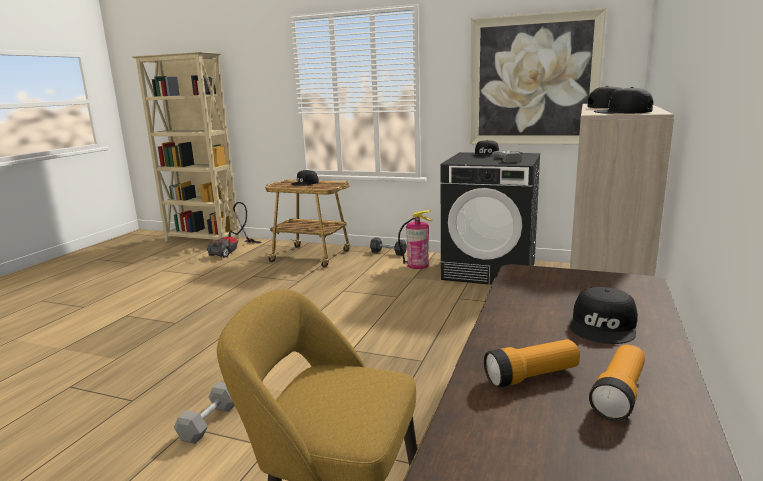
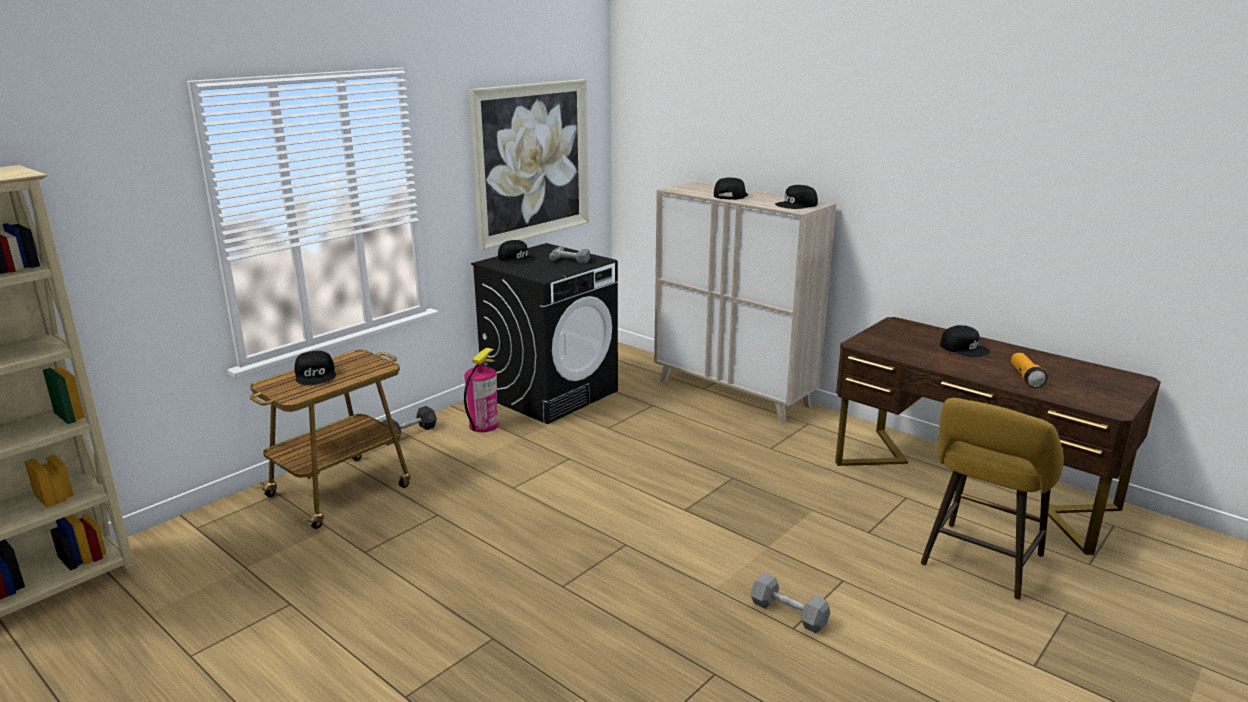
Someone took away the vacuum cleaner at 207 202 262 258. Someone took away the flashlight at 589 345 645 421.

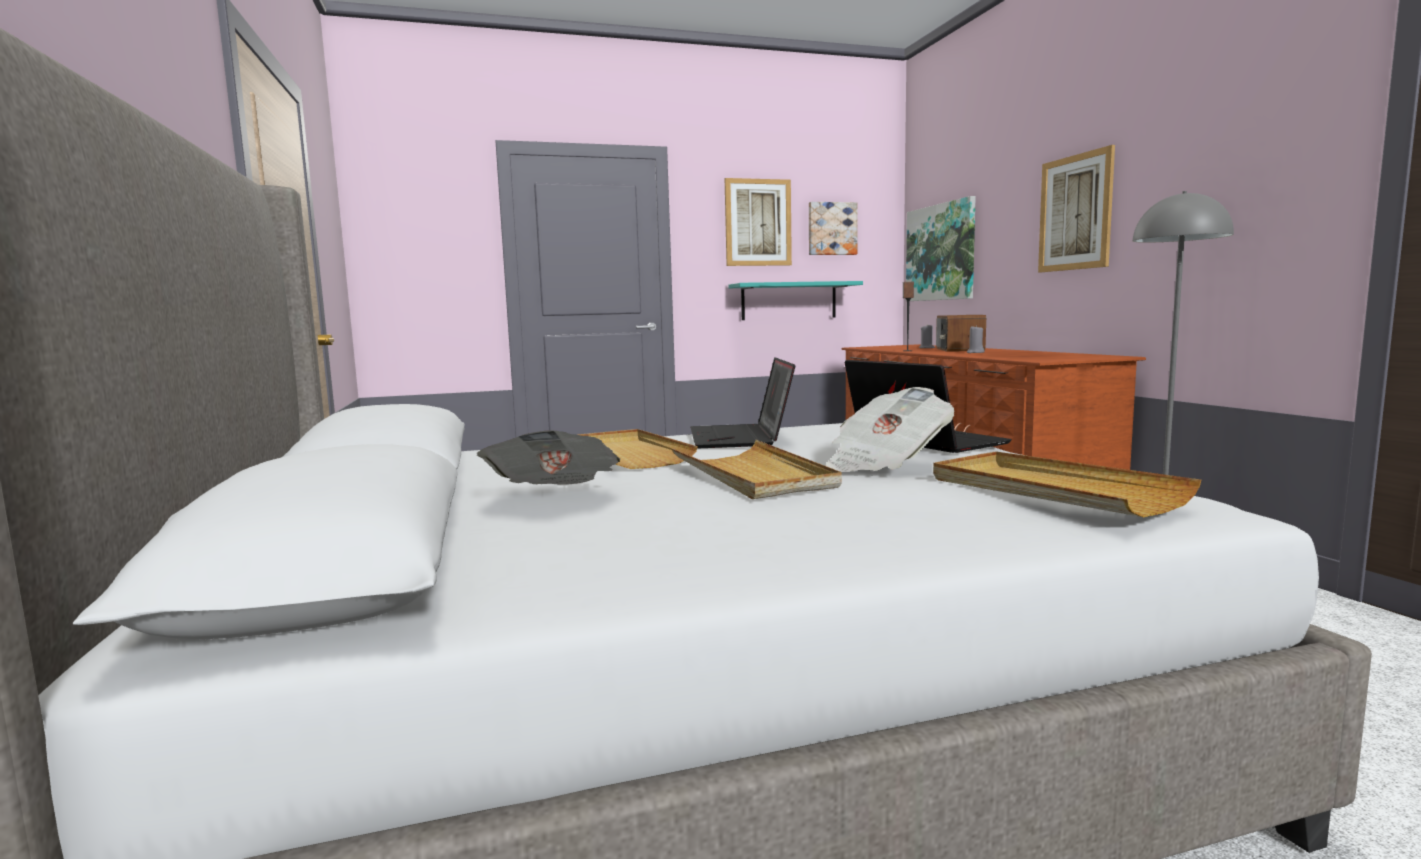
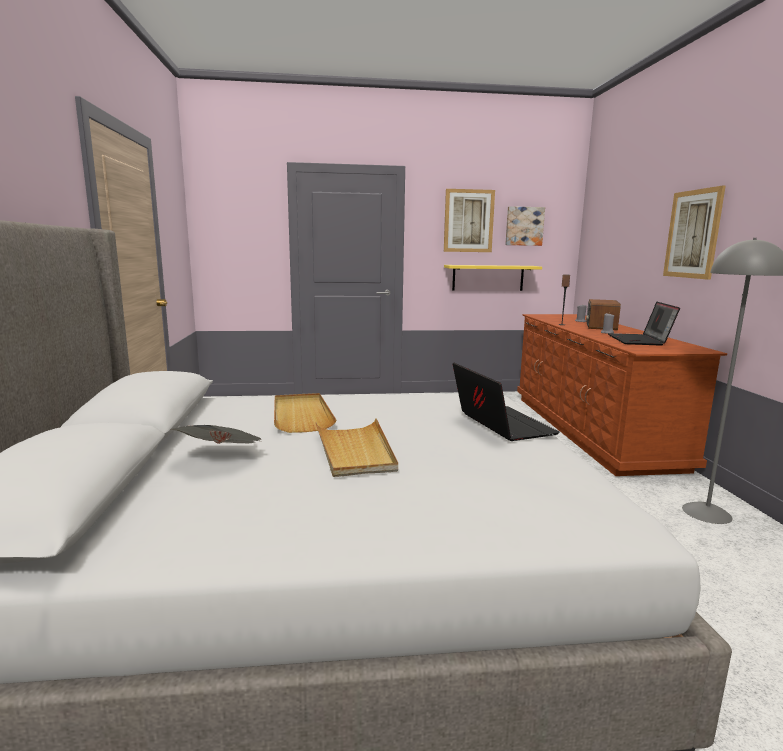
Someone repainted the shelf/turquoise at 728 281 863 320, which became the shelf/yellow at 444 265 542 291. Someone carried the laptop from 690 357 795 448 to 608 302 680 346. Someone took away the newspaper at 826 387 954 472. Someone took away the picture at 906 196 976 301. Someone took away the tray/beige at 933 451 1201 517.

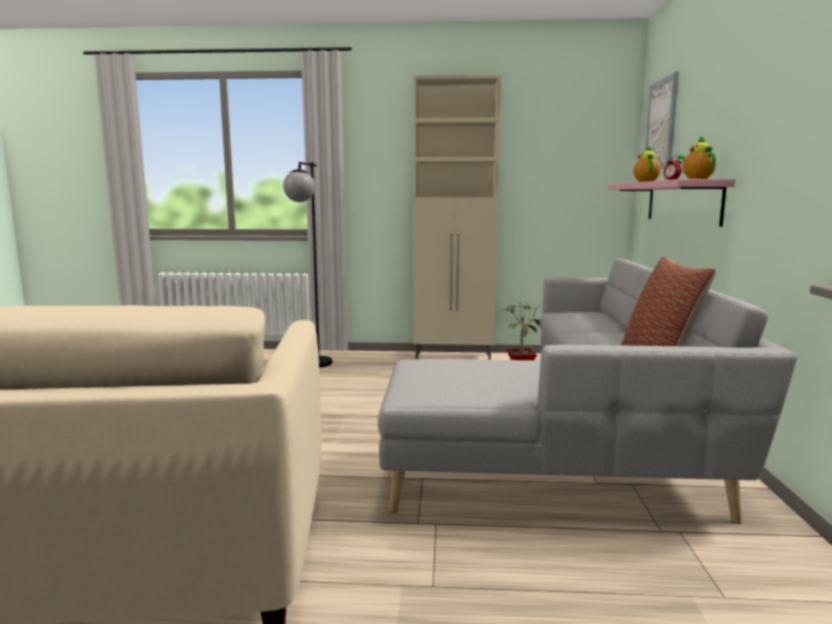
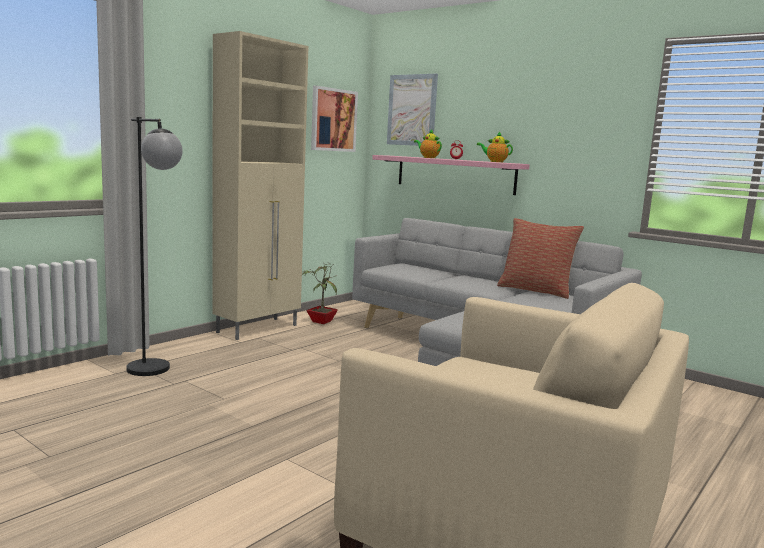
Someone put up the picture at 311 86 358 152.

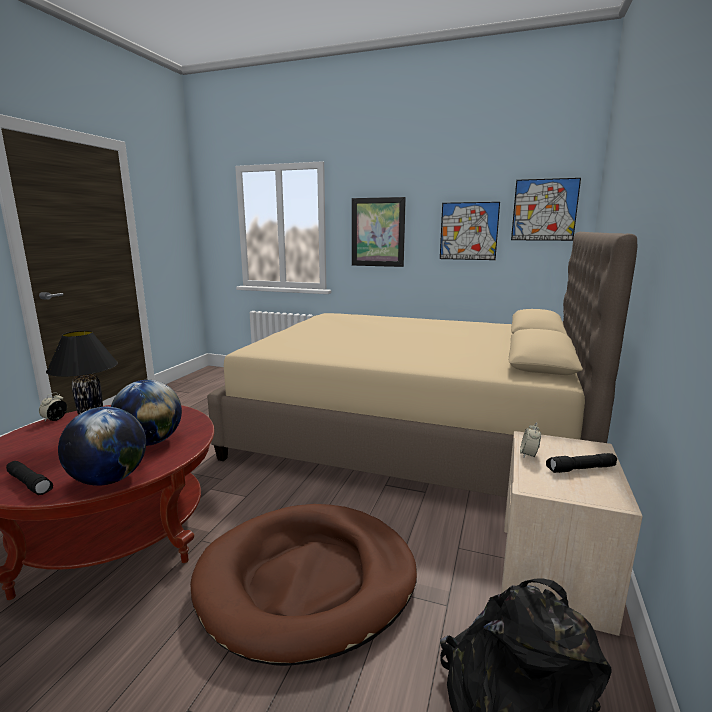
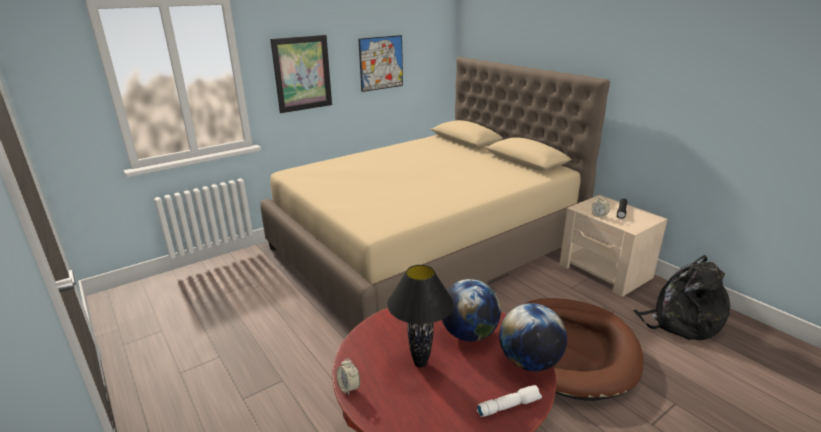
Someone repainted the flashlight/black at 6 461 53 495, which became the flashlight/white at 477 385 542 417. Someone took away the picture at 511 178 581 241.

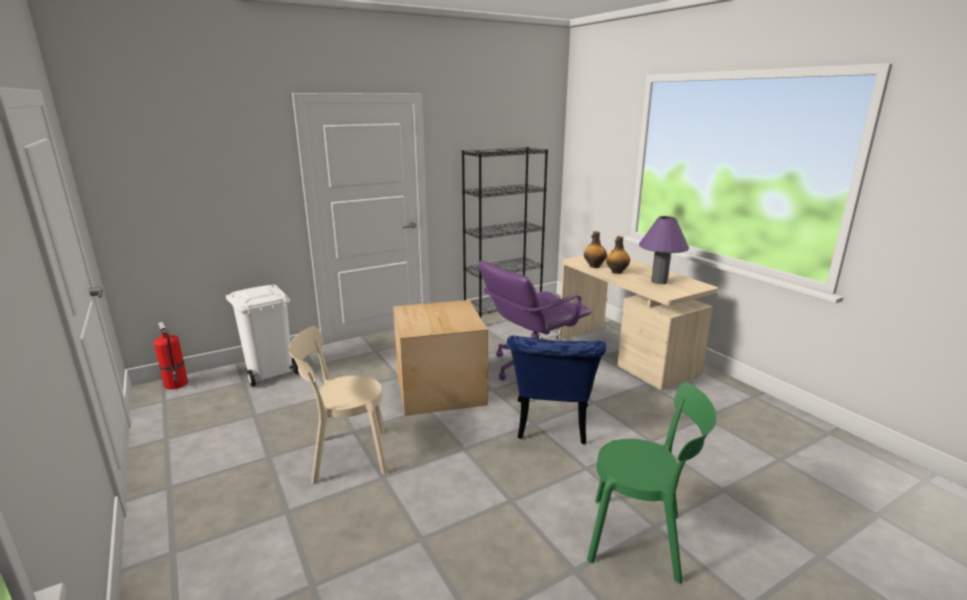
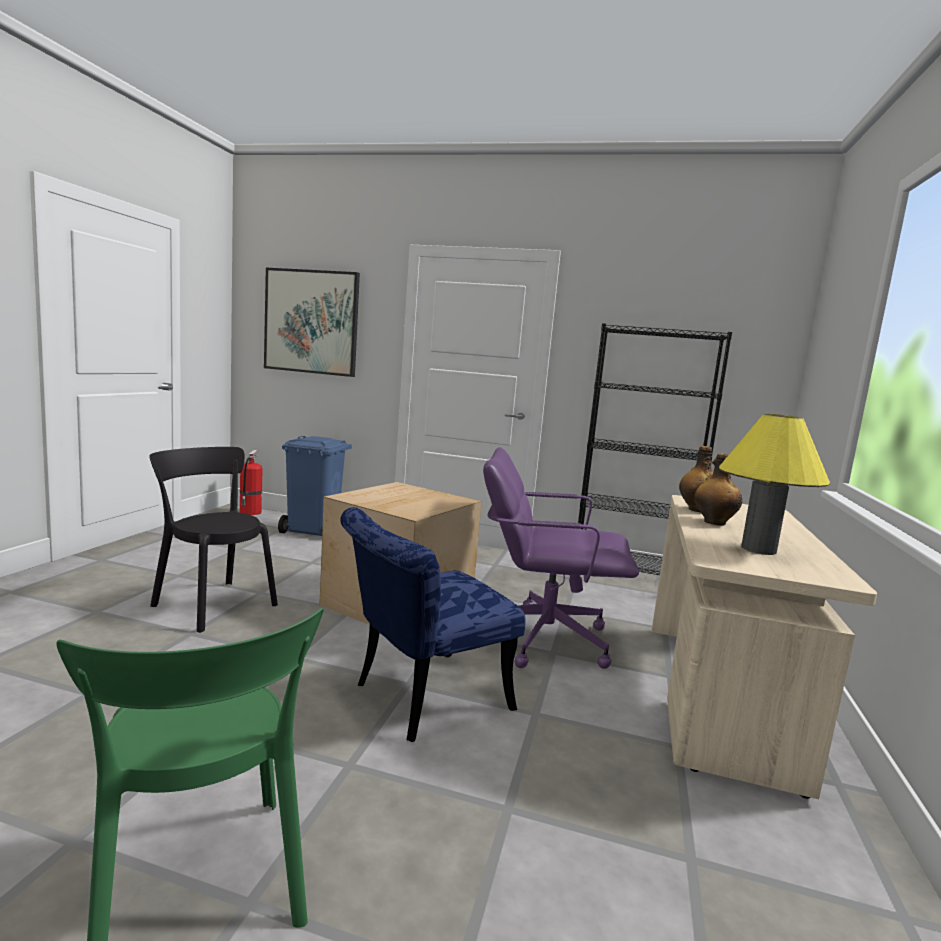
Someone repainted the chair/beige at 289 327 388 484, which became the chair/black at 149 447 278 633. Someone put up the picture at 264 268 360 377. Someone repainted the trash can/white at 226 285 299 387, which became the trash can/blue at 278 436 352 536. Someone repainted the table lamp/purple at 639 216 689 284, which became the table lamp/yellow at 719 413 830 555.

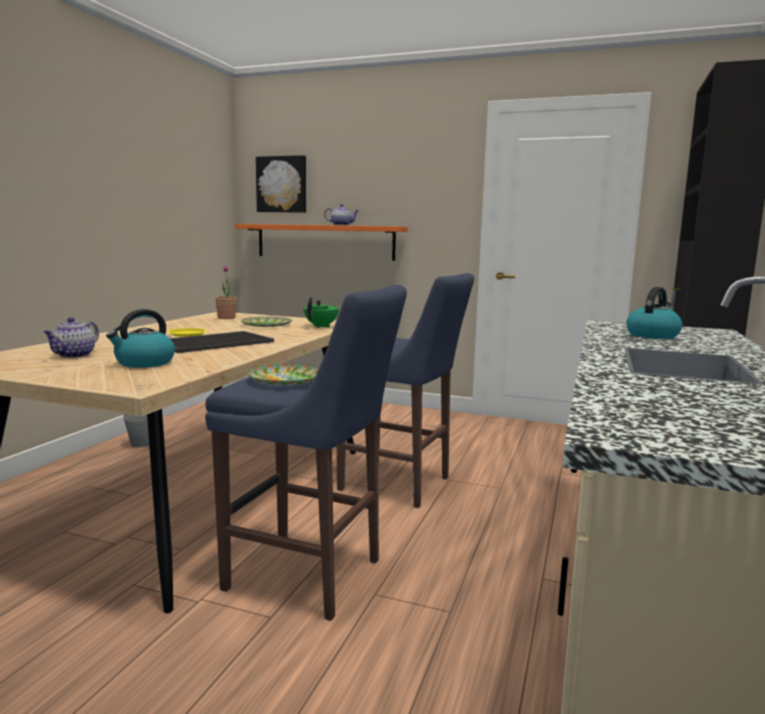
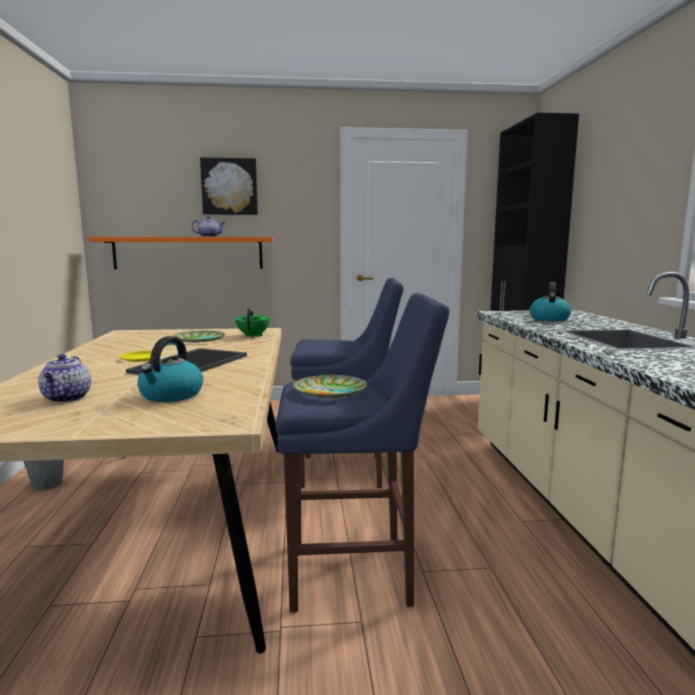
Someone carried the picture from 256 155 306 213 to 200 158 258 215. Someone took away the potted plant at 215 266 237 319.

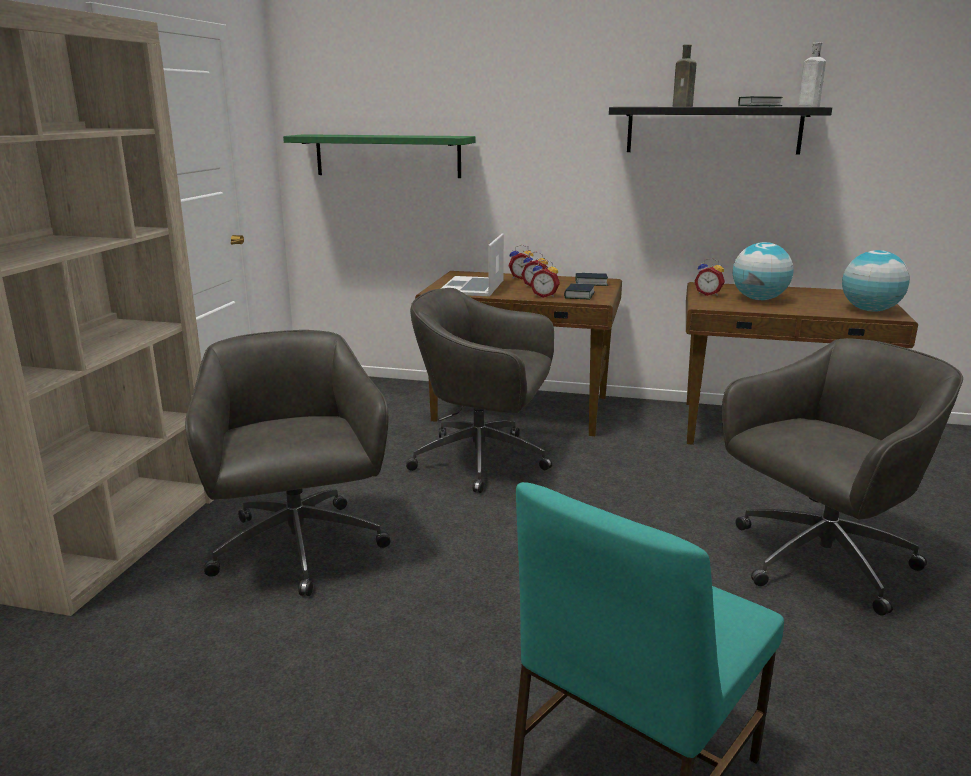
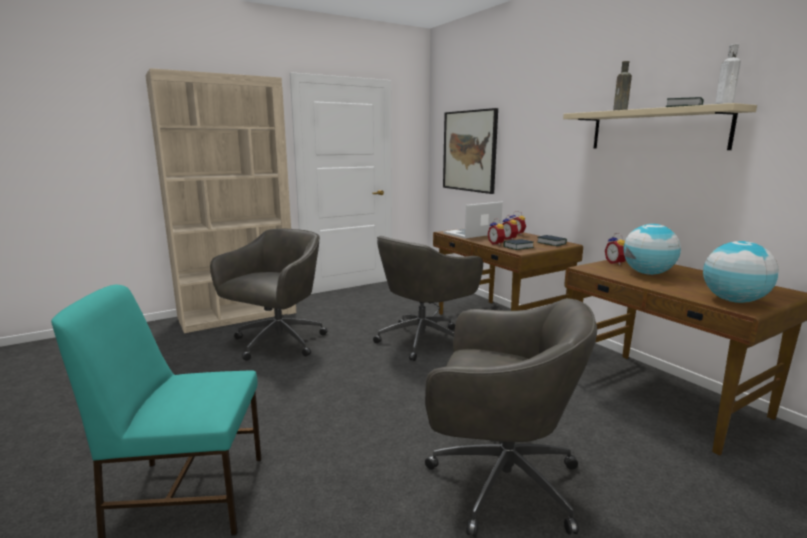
Someone rotated the office chair/grey at 406 288 554 493 by 105 degrees counterclockwise. Someone swapped the shelf/green at 283 134 476 178 for the picture at 443 108 498 194. Someone repainted the shelf/black at 609 107 832 155, which became the shelf/beige at 563 103 757 150.

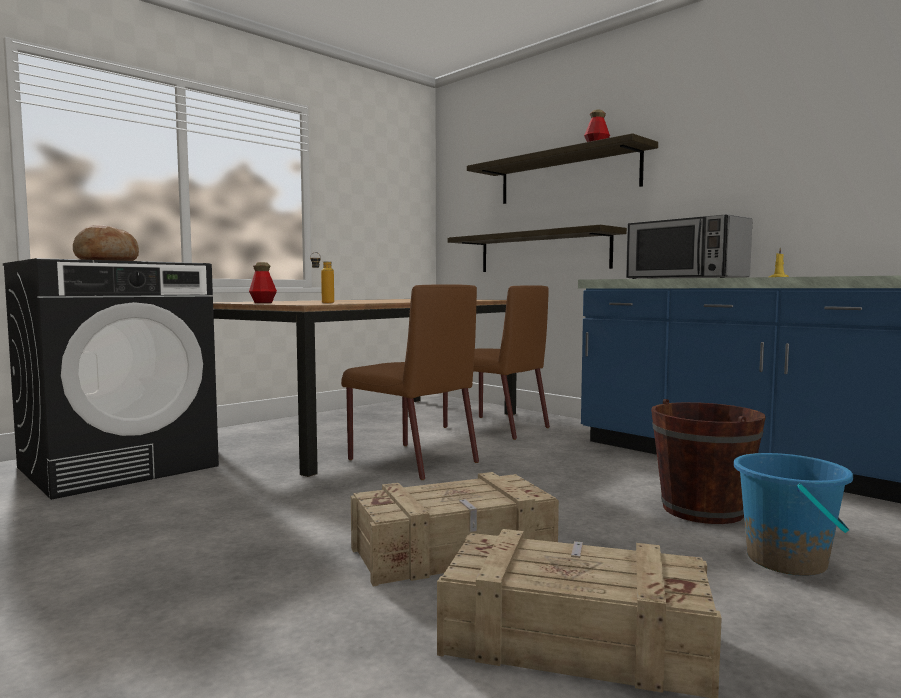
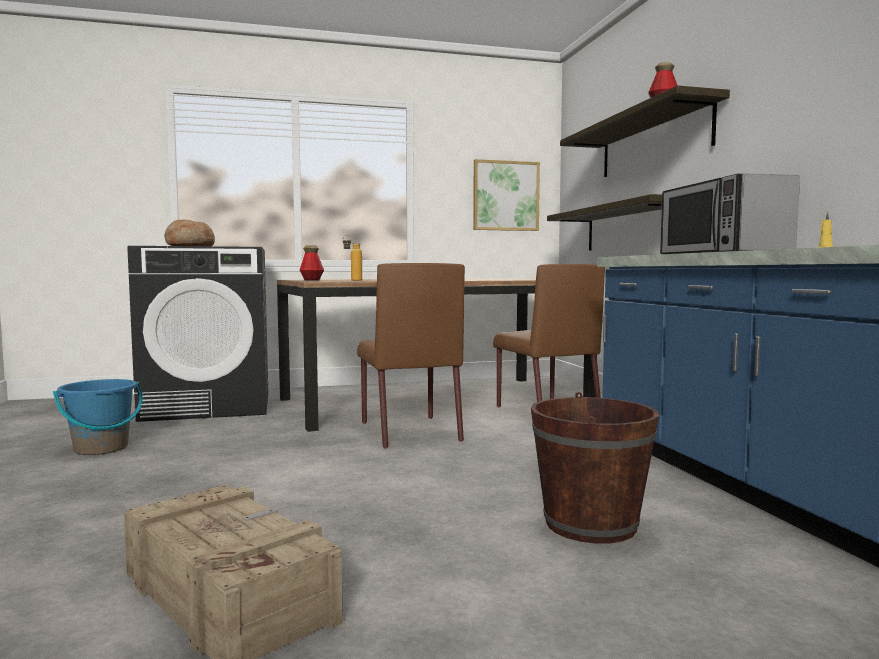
Someone carried the bucket/blue from 734 453 853 576 to 53 379 143 455. Someone put up the picture at 473 159 540 231. Someone took away the crate at 351 472 559 587.

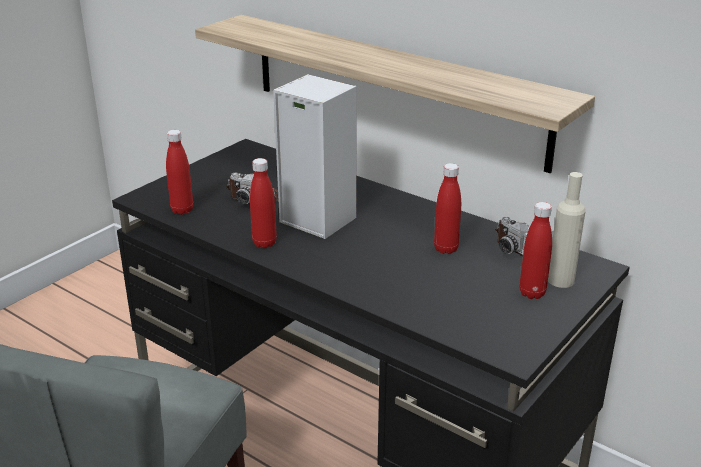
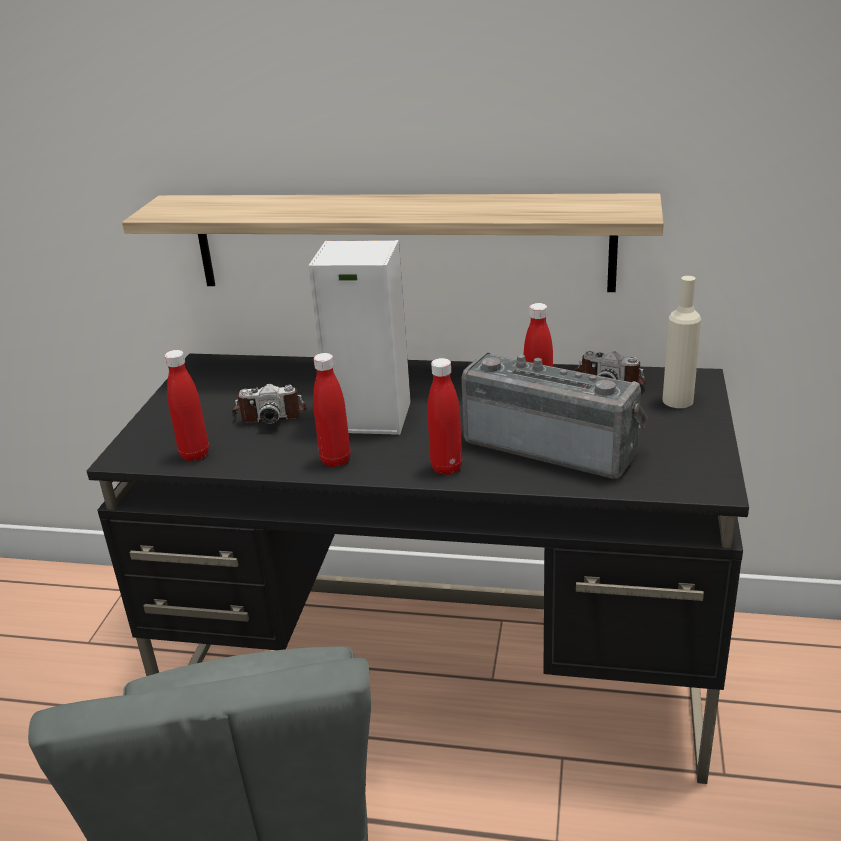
Someone carried the bottle/red from 519 202 552 299 to 427 358 462 475. Someone put down the radio at 461 353 648 479.

